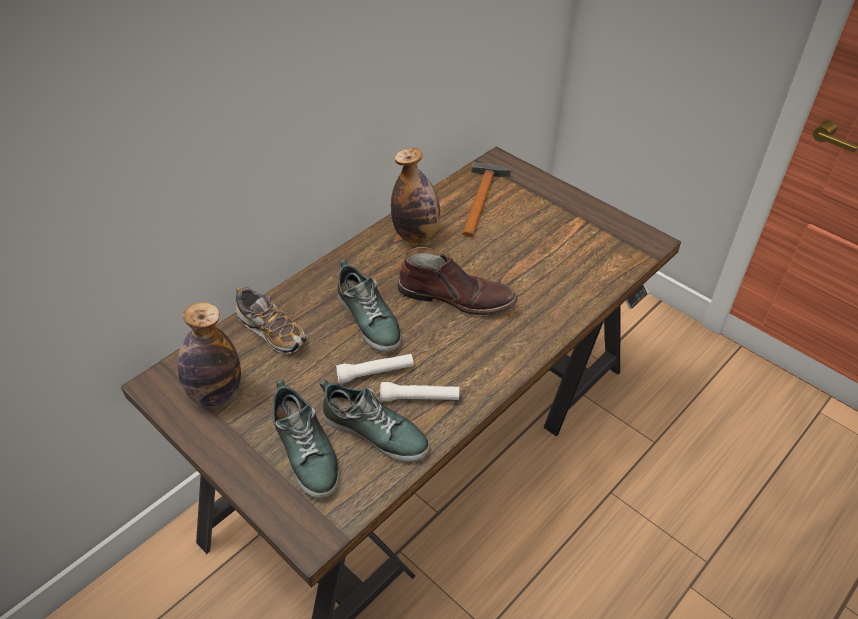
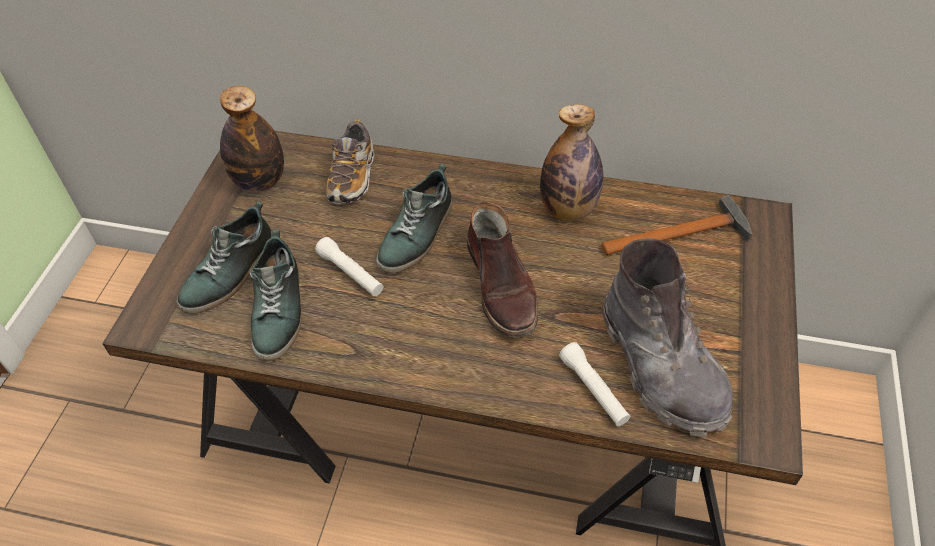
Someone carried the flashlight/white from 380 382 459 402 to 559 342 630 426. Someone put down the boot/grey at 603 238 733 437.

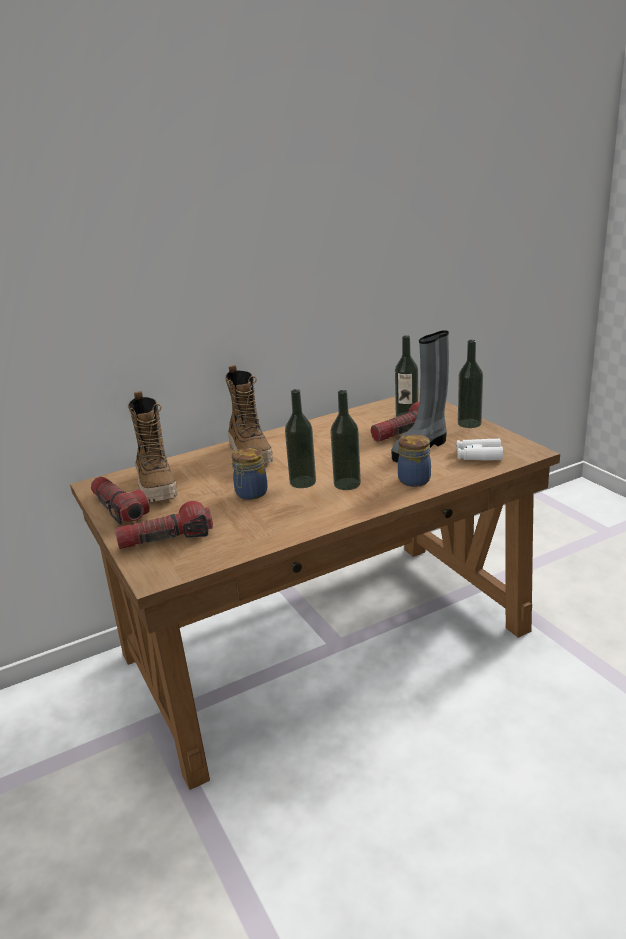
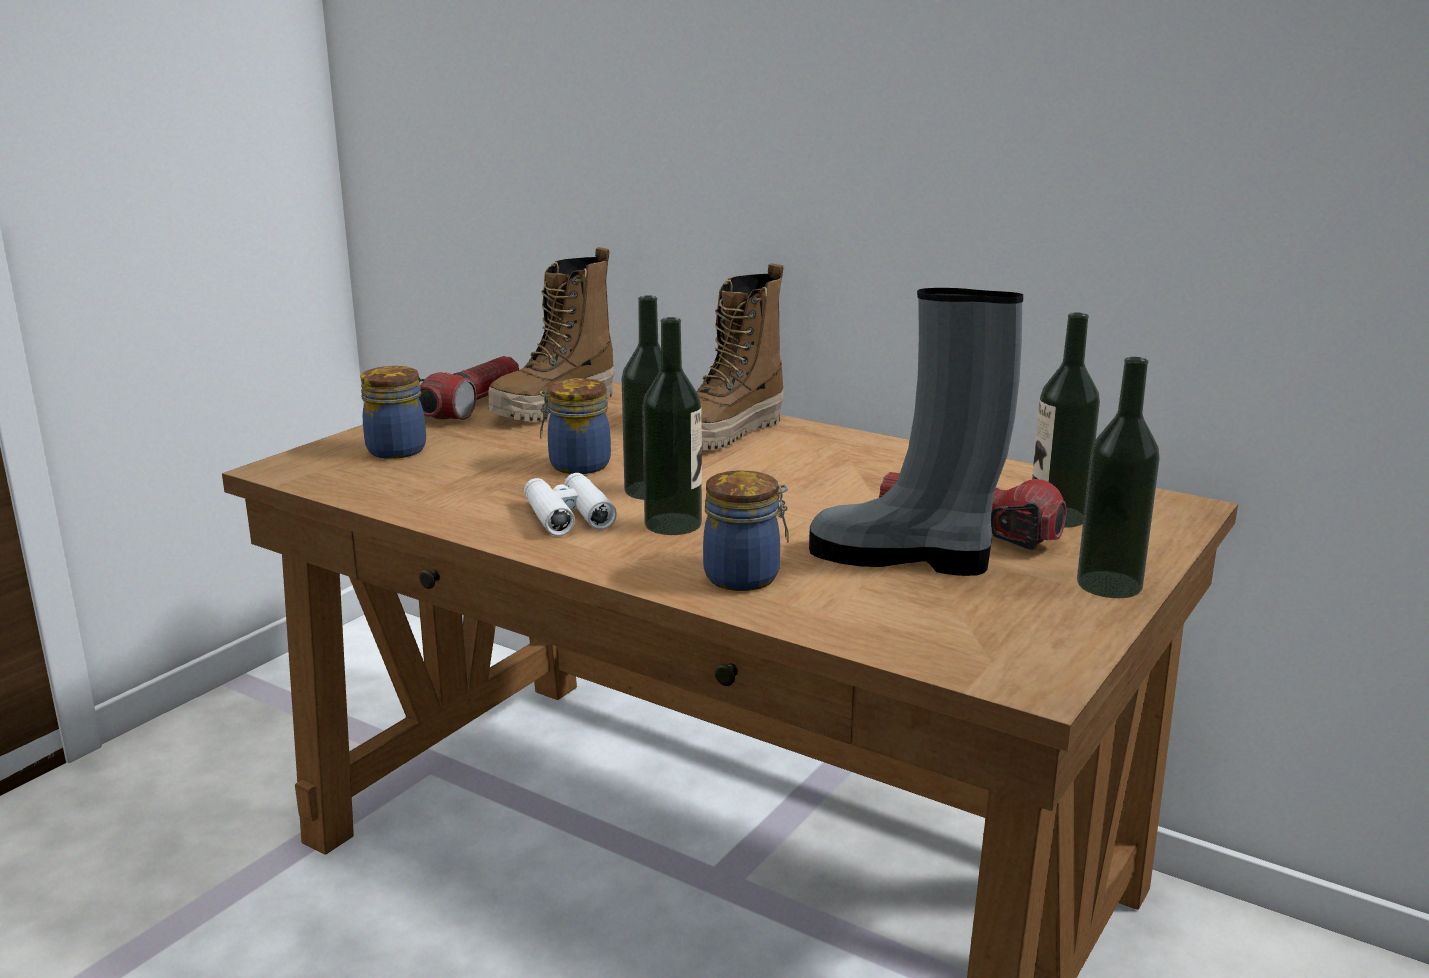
Someone swapped the flashlight at 115 501 213 549 for the jar at 360 366 426 459. Someone carried the binoculars/white from 456 439 503 460 to 524 473 617 536.

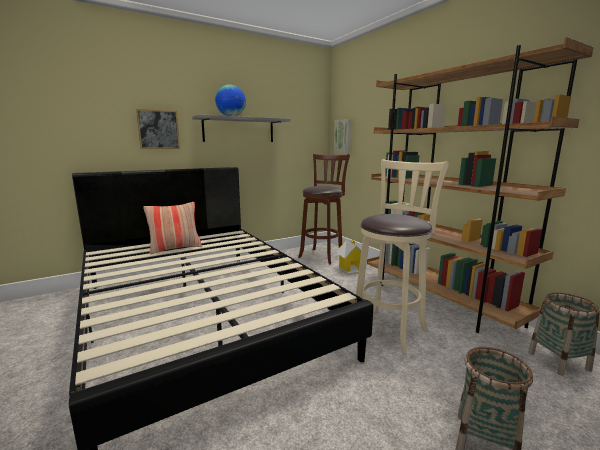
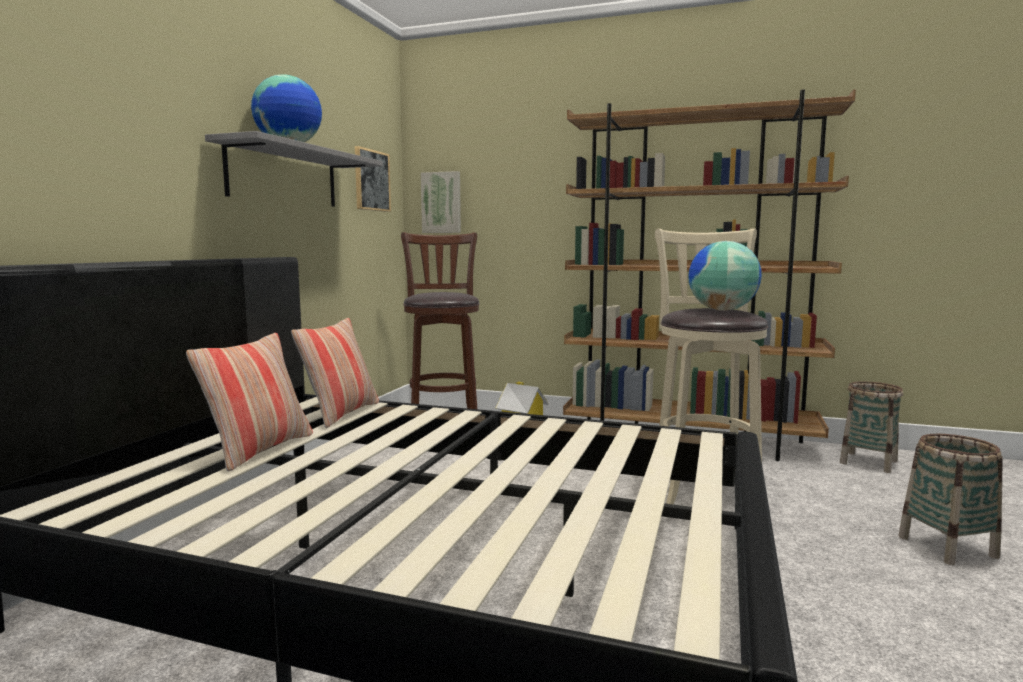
Someone put down the pillow at 291 318 379 428. Someone carried the picture from 136 109 180 149 to 355 146 391 212. Someone put down the globe at 688 241 762 311.

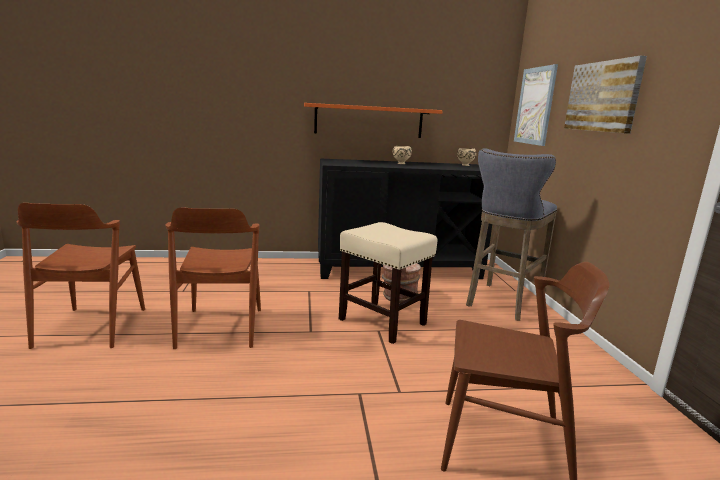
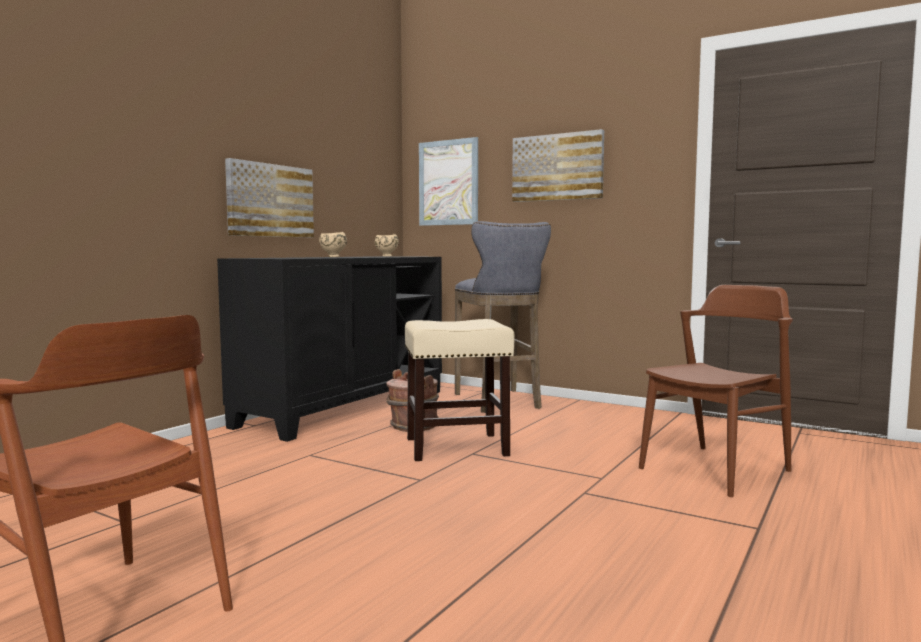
Someone swapped the shelf/orange at 304 103 443 138 for the picture at 225 158 314 237. Someone took away the chair/brown at 166 207 261 349.

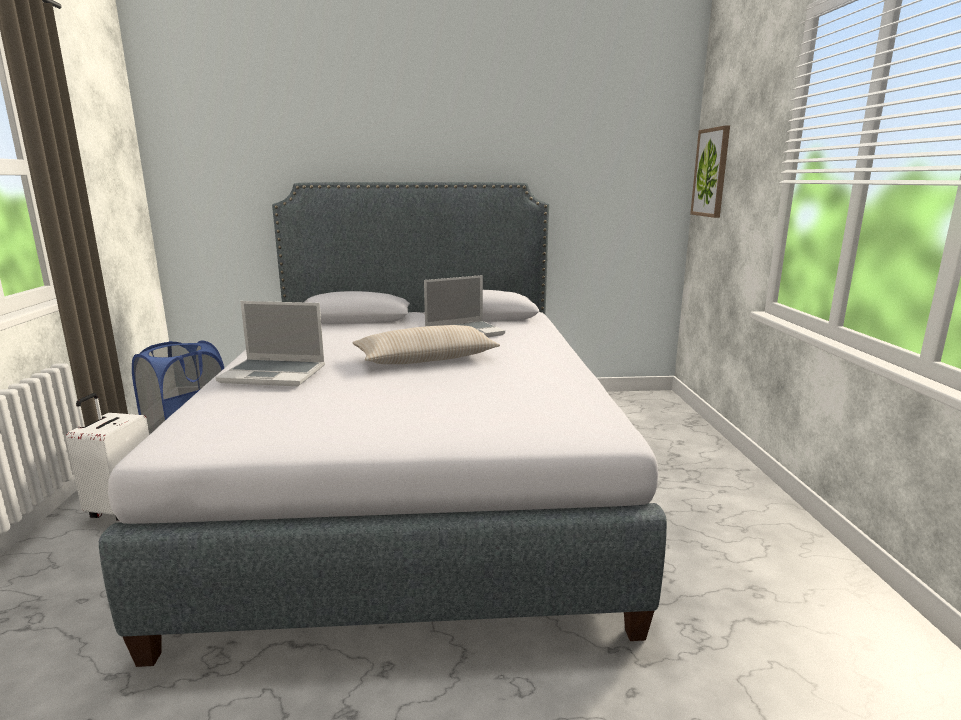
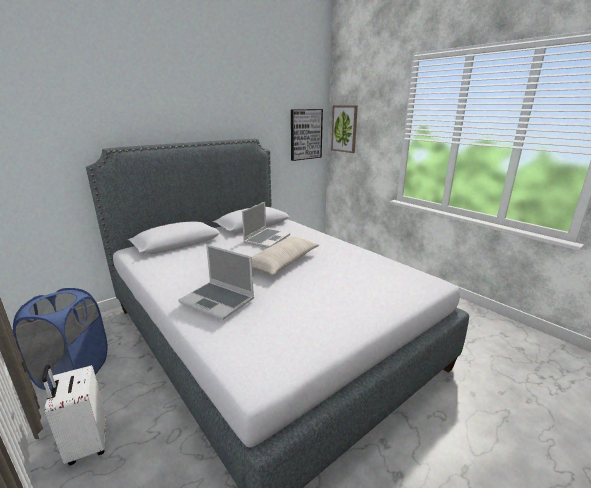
Someone rotated the laptop at 216 301 325 386 by 60 degrees clockwise. Someone put up the picture at 291 109 323 161.

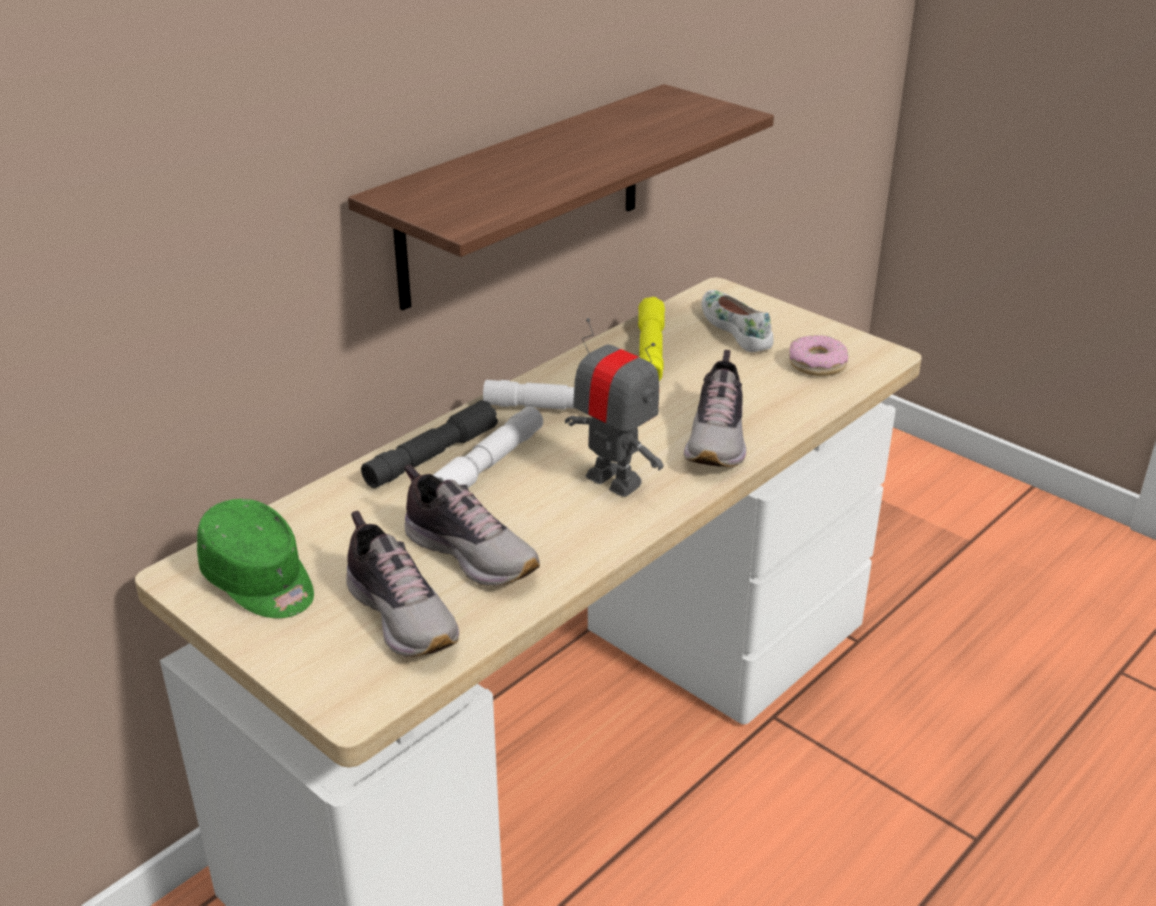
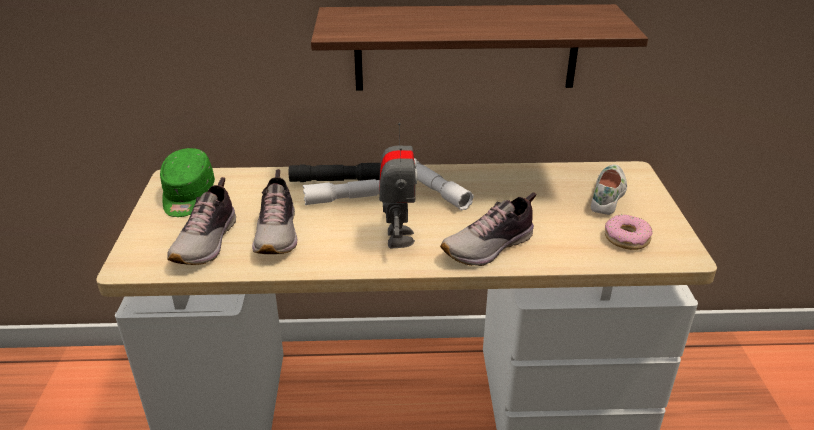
Someone took away the flashlight/yellow at 638 297 665 381.

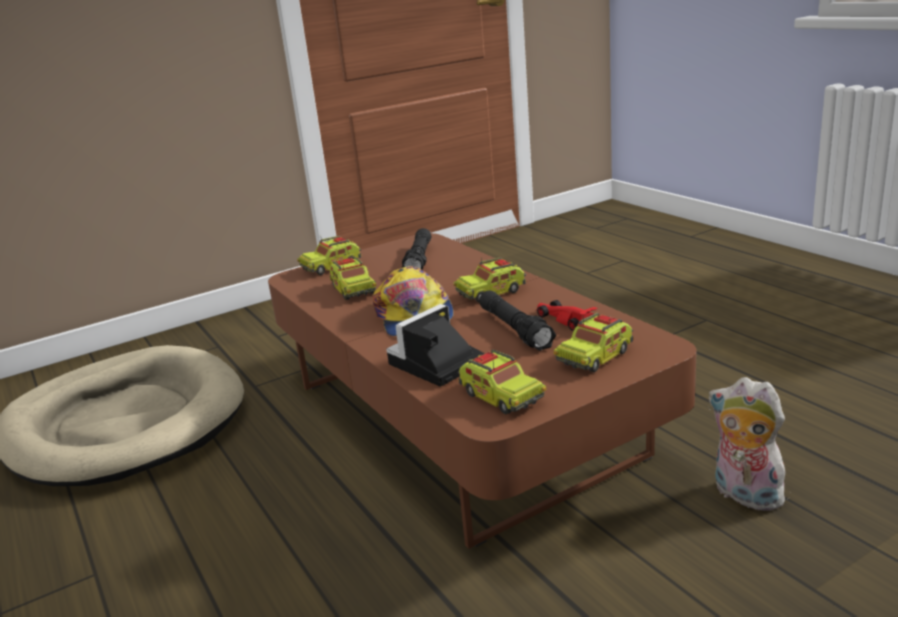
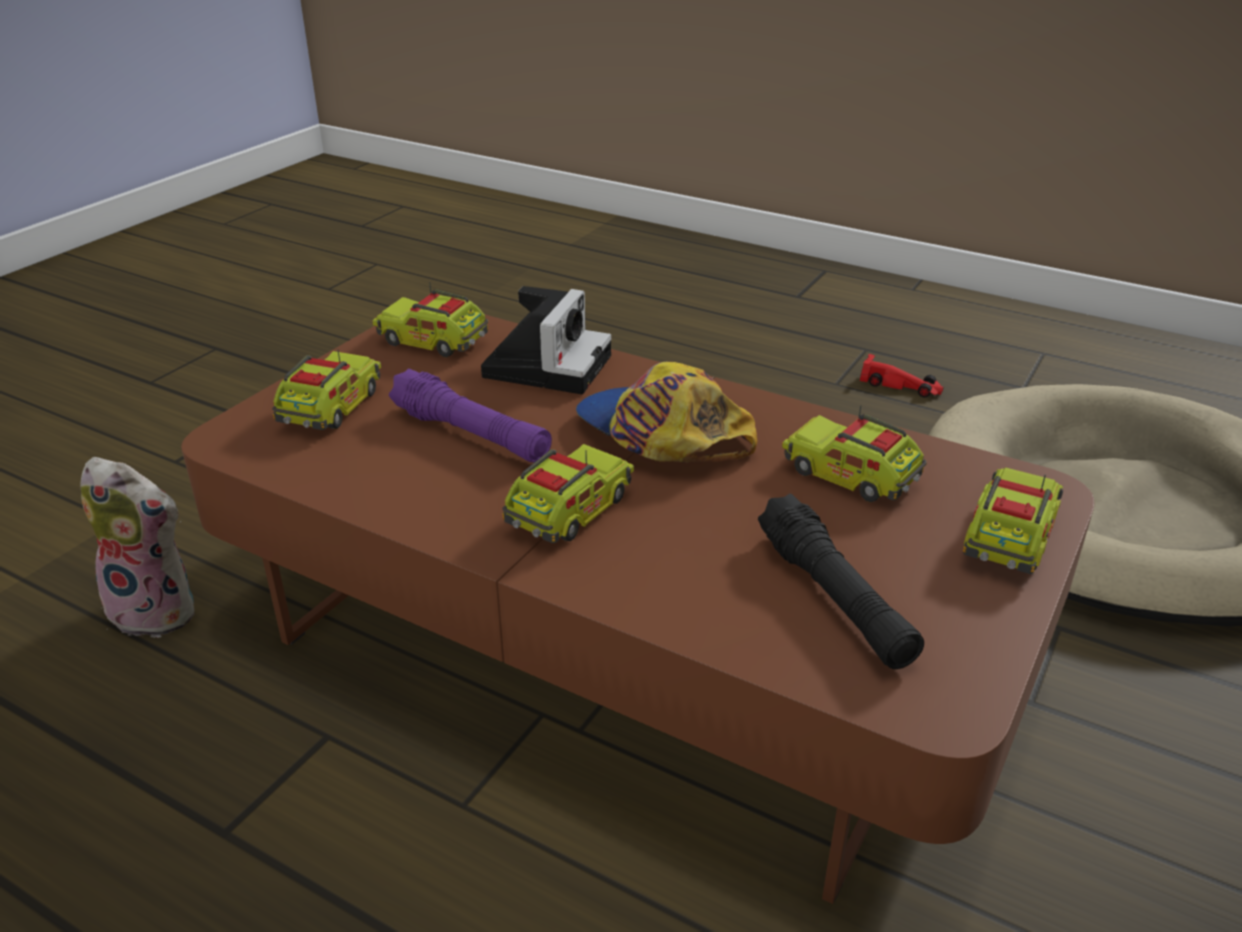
Someone repainted the flashlight/black at 479 290 556 351, which became the flashlight/purple at 389 369 552 462. Someone carried the toy car/red from 535 300 598 331 to 860 354 944 397.

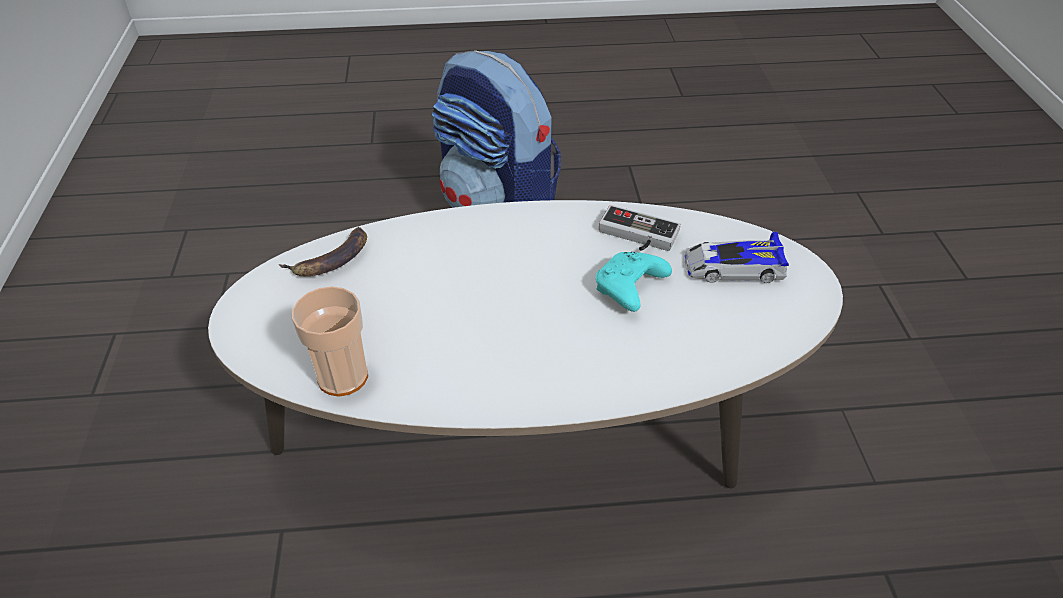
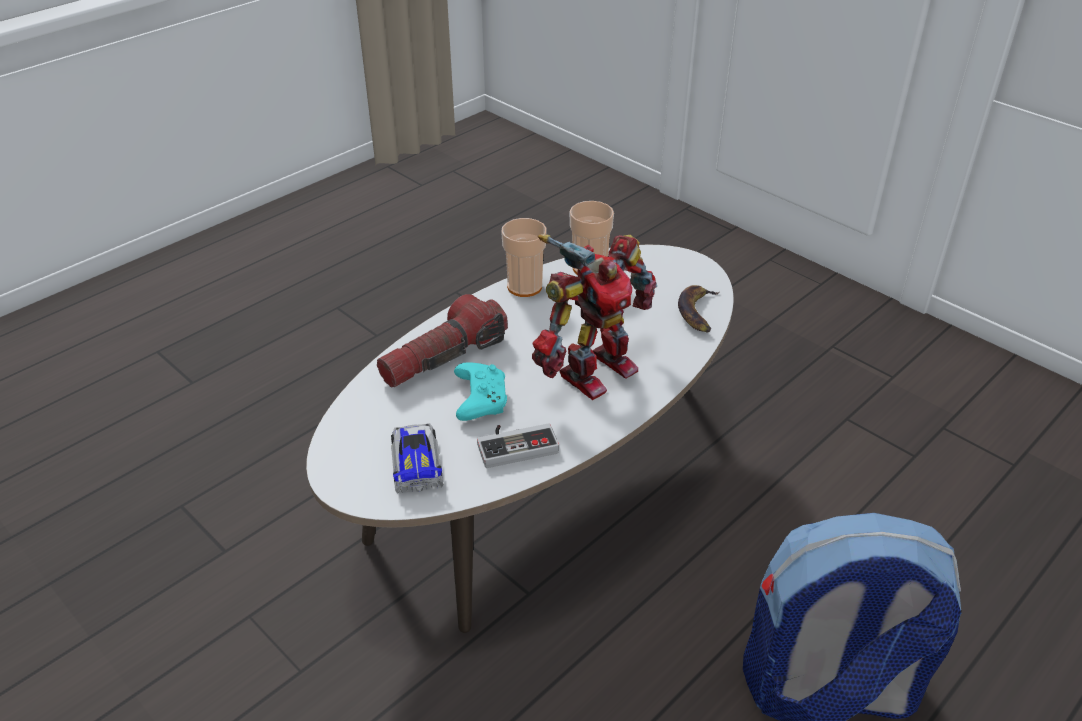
Someone put down the flashlight at 377 294 508 387. Someone rotated the toy car at 685 232 789 283 by 60 degrees counterclockwise. Someone put down the cup at 501 218 547 297. Someone put down the toy robot at 532 234 657 400.

